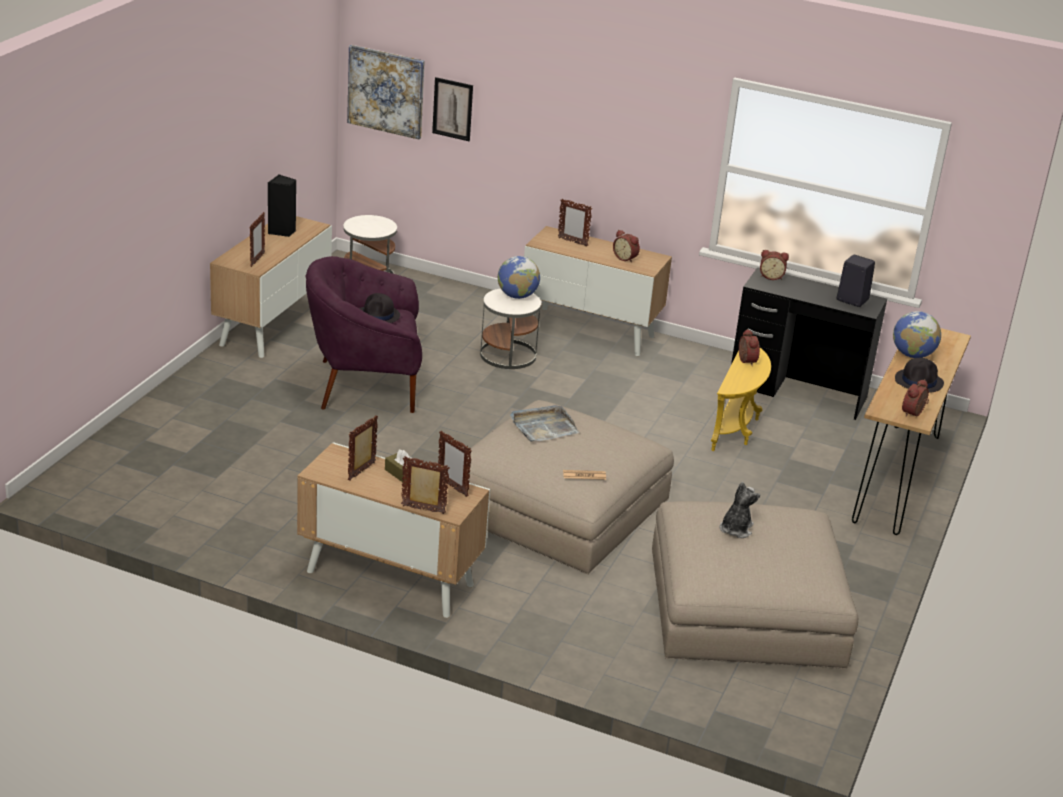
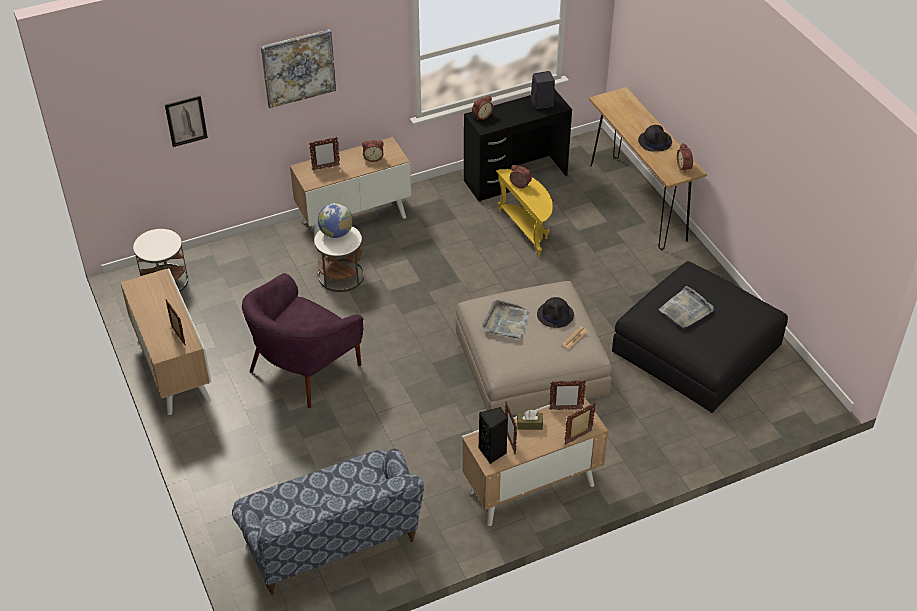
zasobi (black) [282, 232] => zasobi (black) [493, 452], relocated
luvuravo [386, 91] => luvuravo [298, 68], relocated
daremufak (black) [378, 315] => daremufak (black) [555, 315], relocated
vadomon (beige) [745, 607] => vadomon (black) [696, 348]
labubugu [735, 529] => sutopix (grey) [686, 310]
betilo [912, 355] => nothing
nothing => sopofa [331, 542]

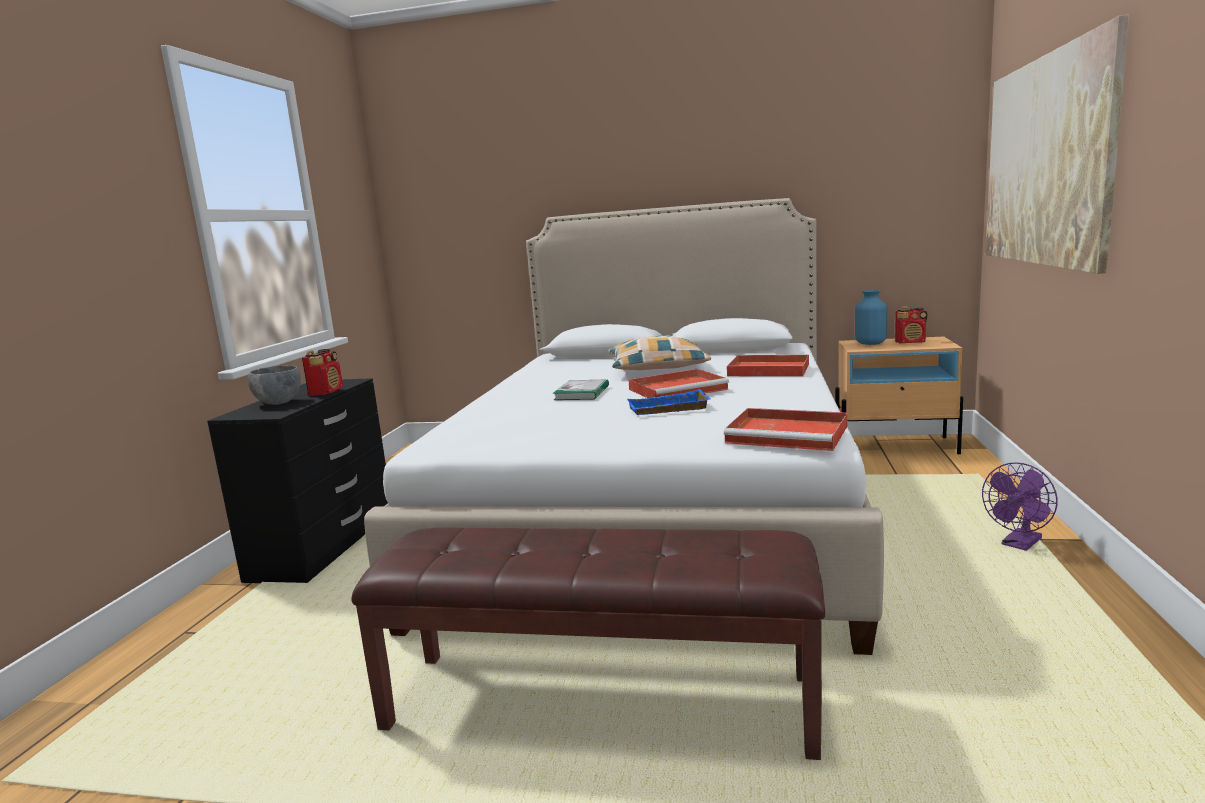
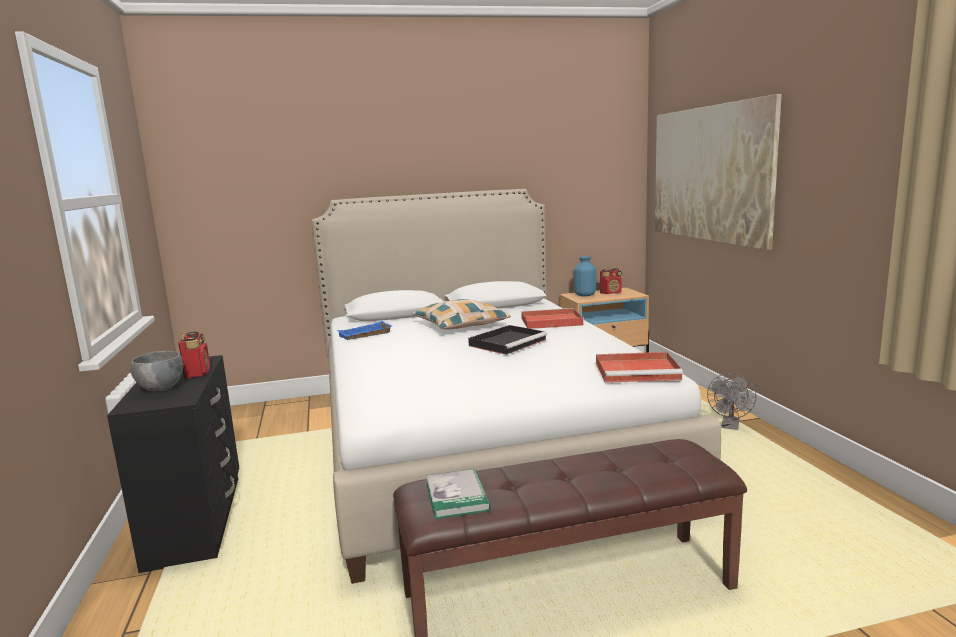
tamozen [582, 393] => tamozen [457, 496], relocated
sutopix (blue) [667, 410] => sutopix (blue) [365, 335], relocated
sutopix (red) [679, 389] => sutopix (black) [508, 342]
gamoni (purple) [1019, 545] => gamoni (grey) [730, 427]

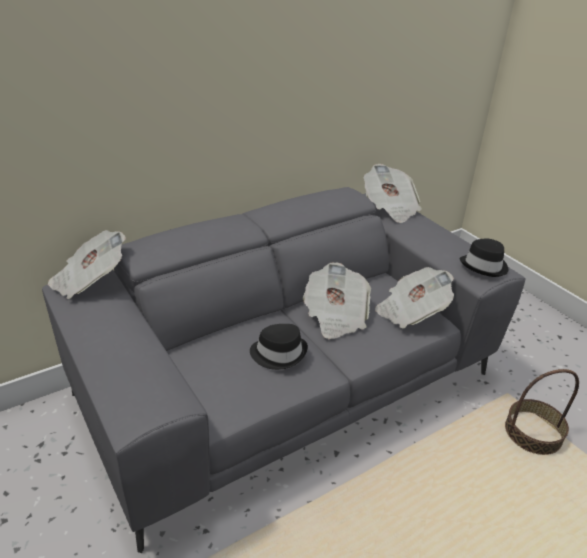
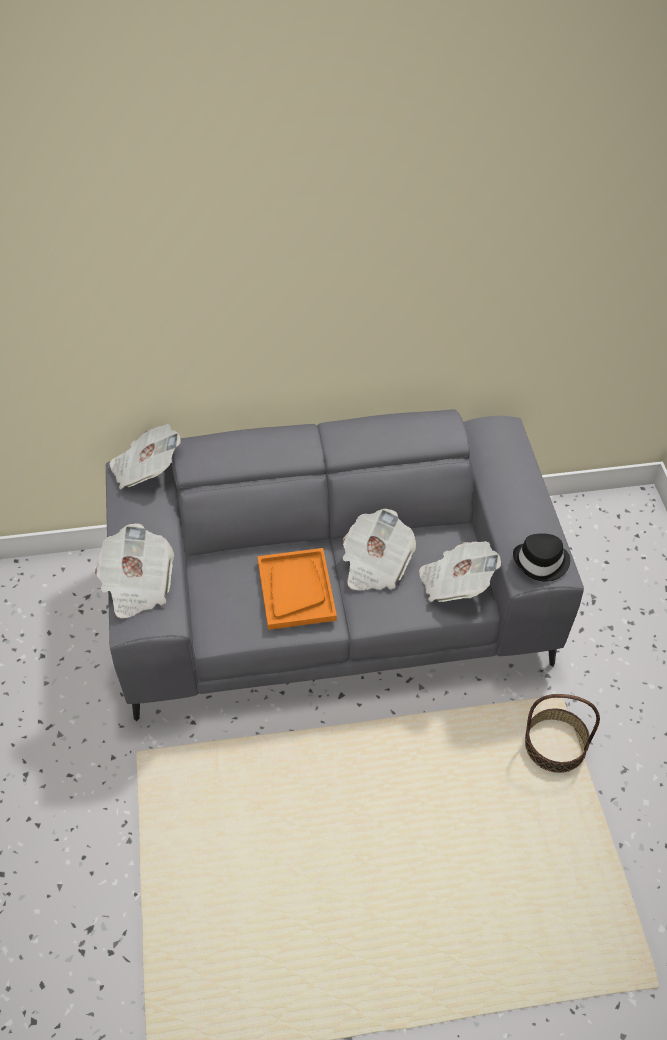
daremufak (black) [279, 353] => sutopix (orange) [296, 590]
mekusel [390, 208] => mekusel [137, 585], relocated

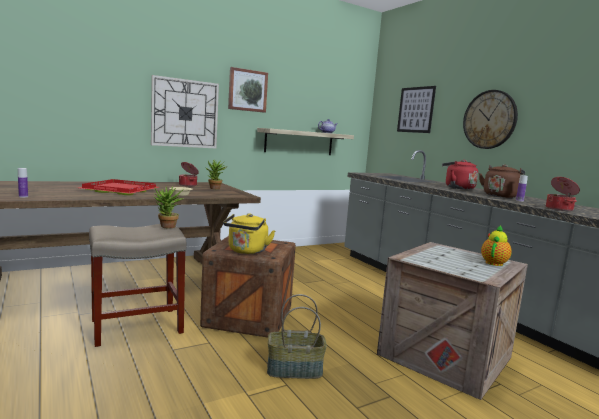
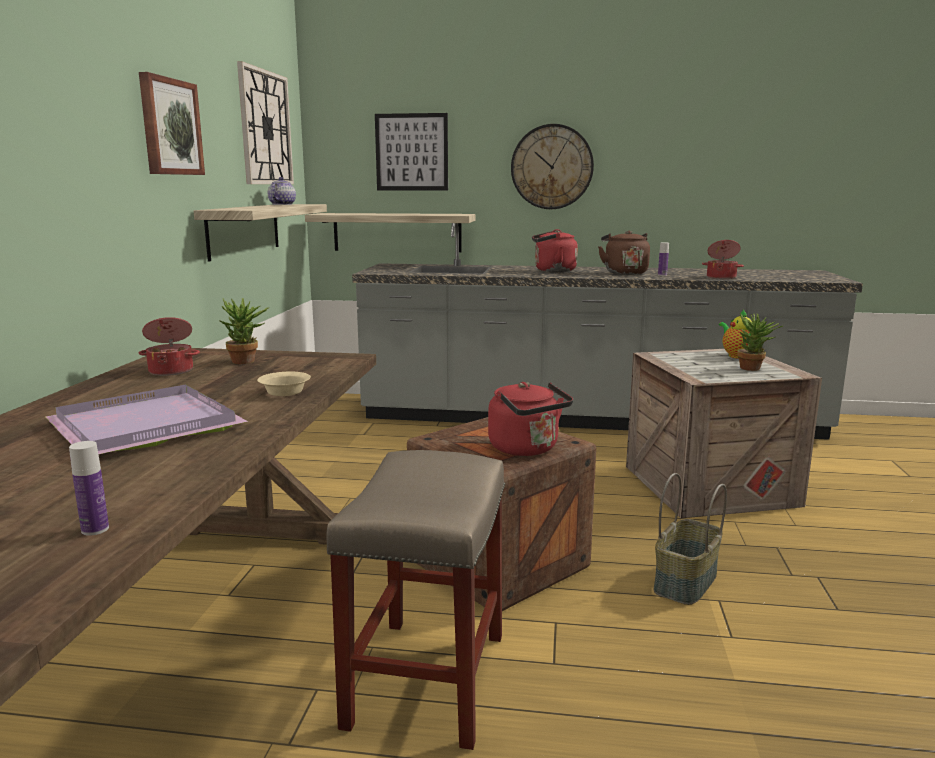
sutopix (red) [120, 189] => sutopix (purple) [142, 426]
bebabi [185, 113] => bebabi [265, 128], relocated
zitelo [167, 227] => zitelo [754, 369], relocated
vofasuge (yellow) [246, 251] => vofasuge (red) [527, 449]
nothing => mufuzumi [397, 232]

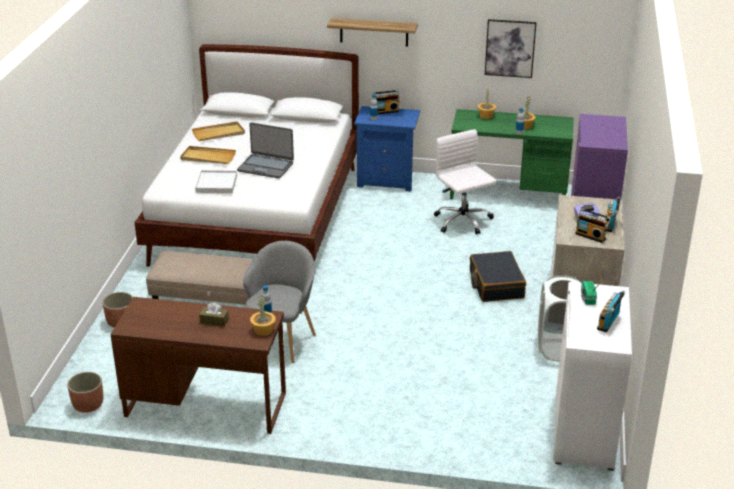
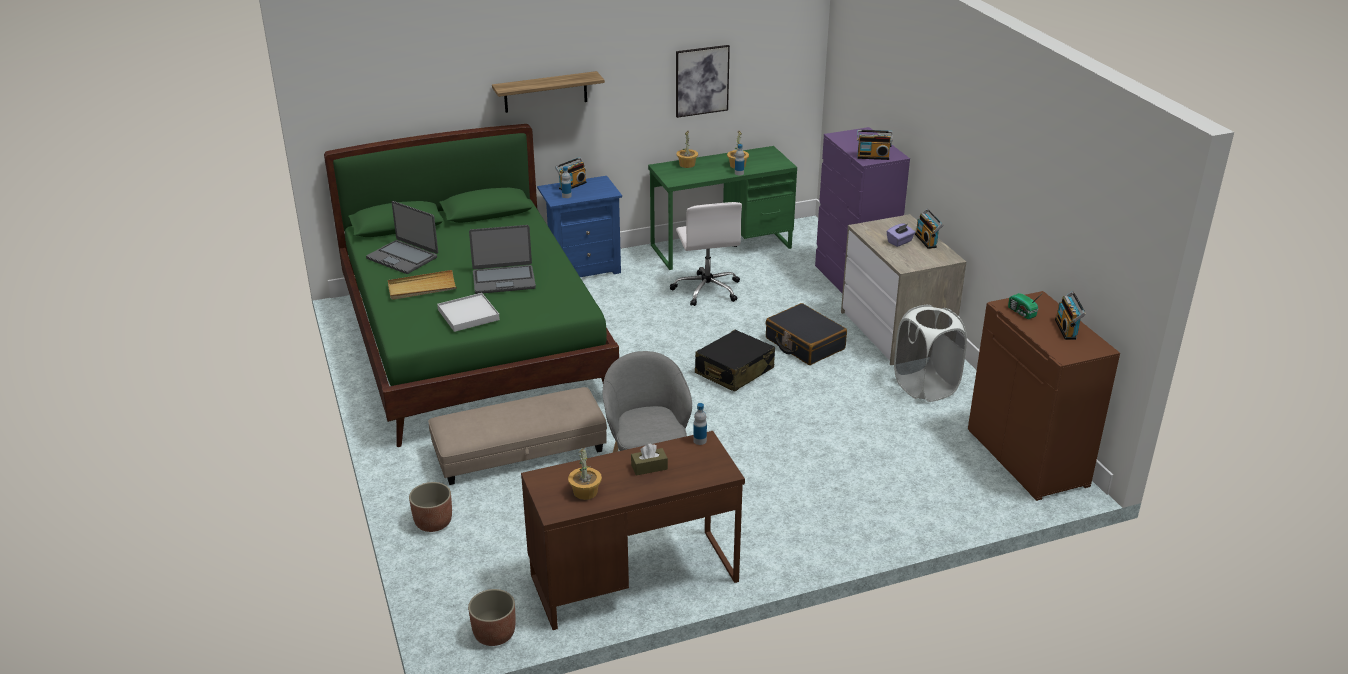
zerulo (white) [258, 214] => zerulo (green) [474, 346]
sutopix (beige) [219, 133] => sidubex [403, 257]
zitelo [263, 330] => zitelo [585, 492], relocated
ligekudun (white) [463, 221] => ligekudun (white) [707, 289], 135 degrees counterclockwise
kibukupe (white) [585, 430] => kibukupe (brown) [1028, 458]
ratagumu [591, 236] => ratagumu [873, 156], relocated
nothing => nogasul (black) [734, 371]

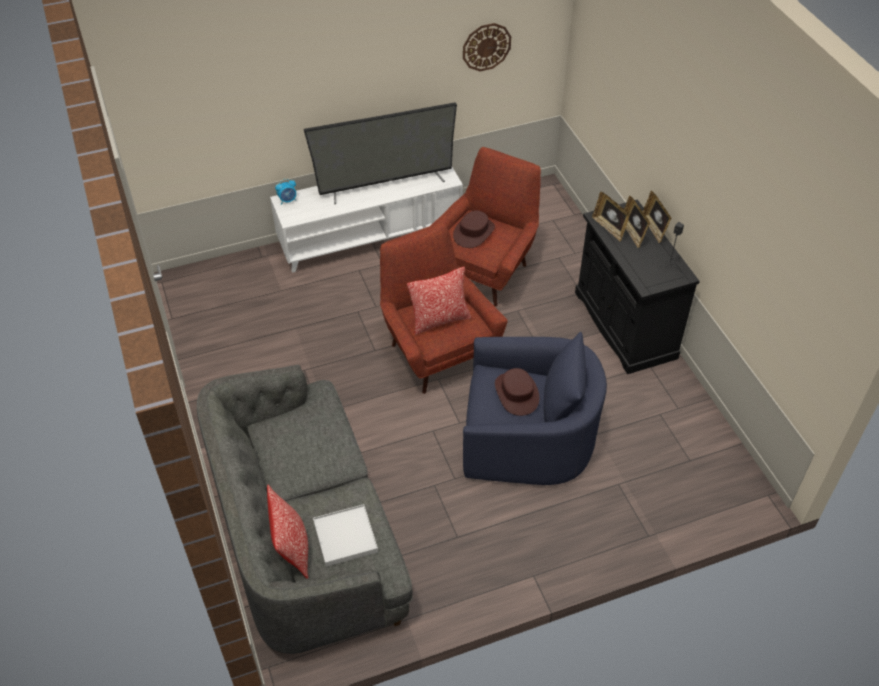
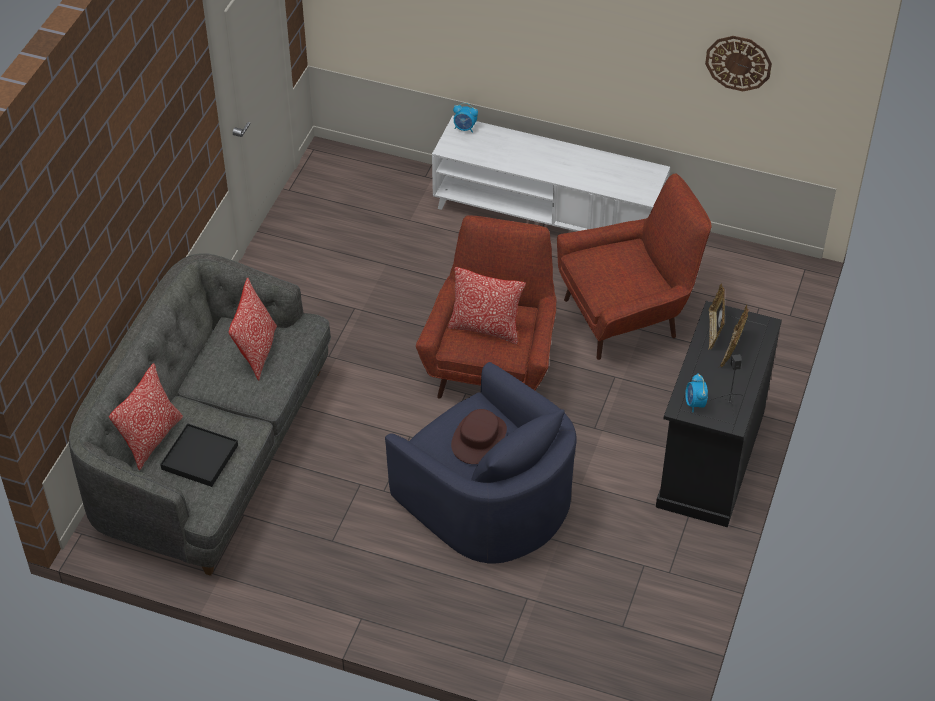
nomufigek [385, 184] => nothing
sutopix (white) [345, 537] => sutopix (black) [199, 457]
daremufak (brown) [473, 232] => nothing
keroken [654, 228] => nothing
nothing => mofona [257, 351]
nothing => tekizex [695, 404]

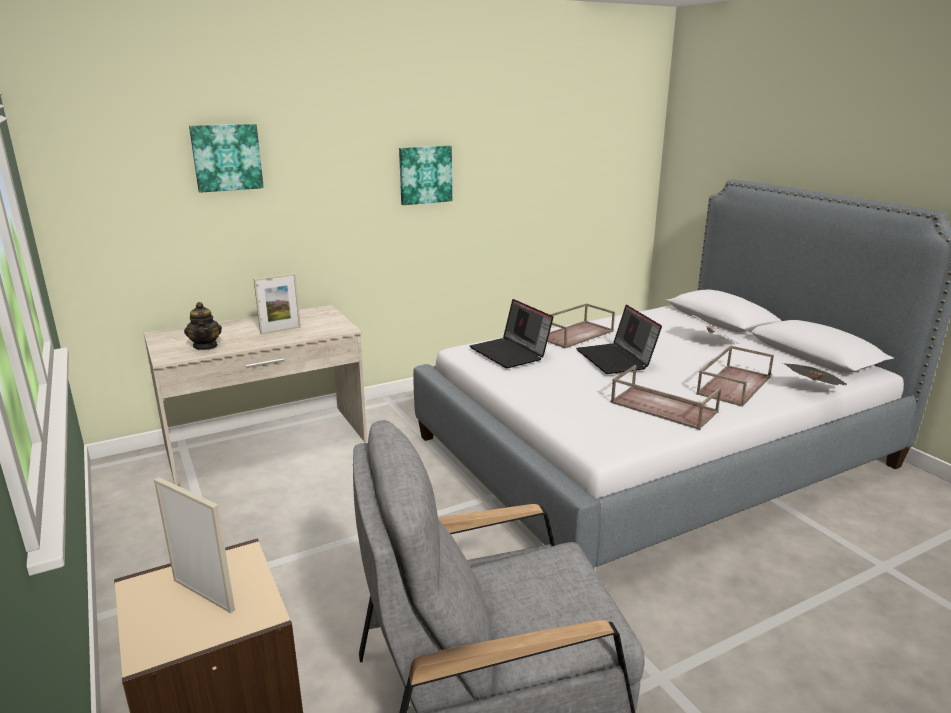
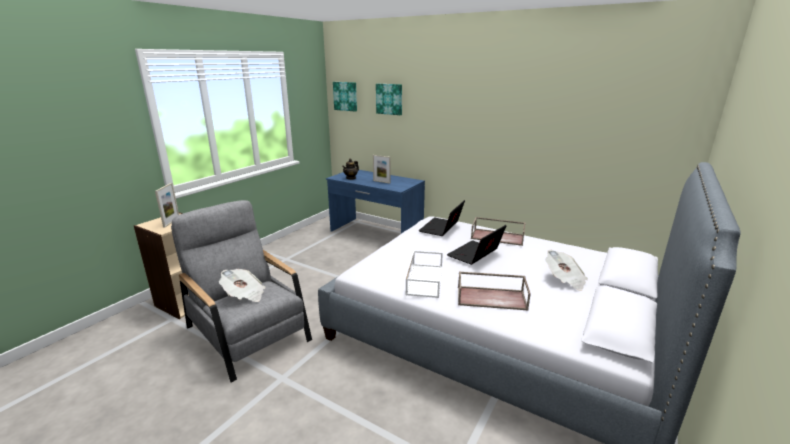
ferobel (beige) [267, 444] => ferobel (blue) [375, 233]
luvuravo [425, 174] => luvuravo [345, 96], relocated
sutopix (brown) [662, 407] => sutopix (white) [424, 279]
mekusel [813, 390] => mekusel [244, 295], relocated

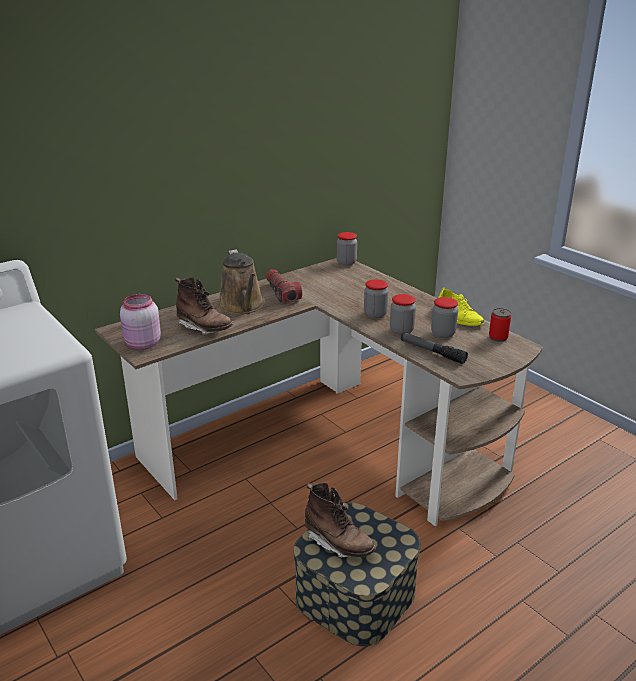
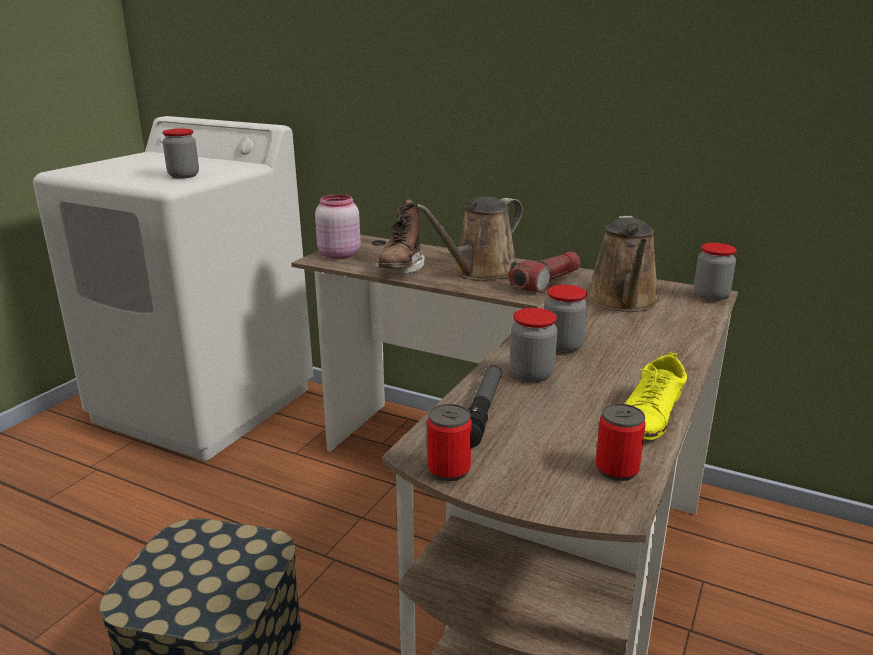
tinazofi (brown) [338, 543] => nothing
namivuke [443, 334] => namivuke [183, 176], relocated
nothing => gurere [449, 470]
nothing => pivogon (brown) [623, 302]

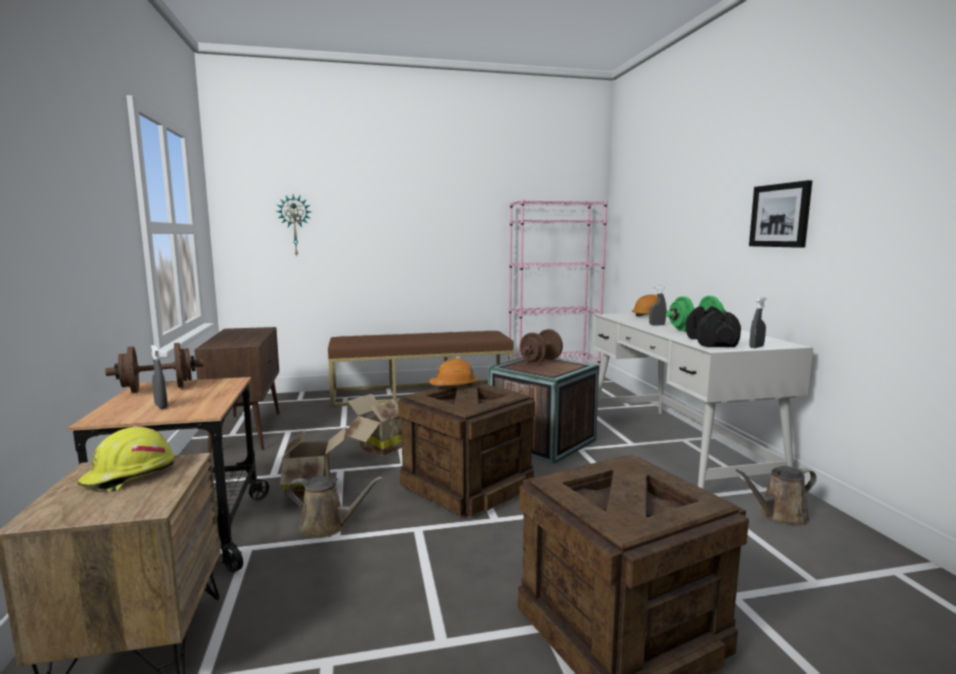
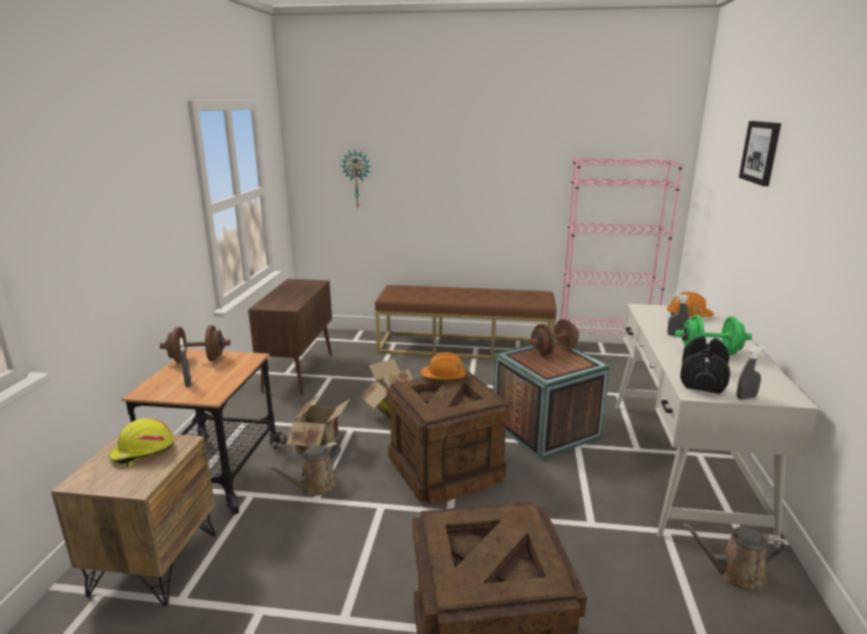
pivogon (brown) [328, 526] => pivogon (brown) [315, 487], 105 degrees clockwise
luvuravo [780, 215] => luvuravo [761, 152], relocated

